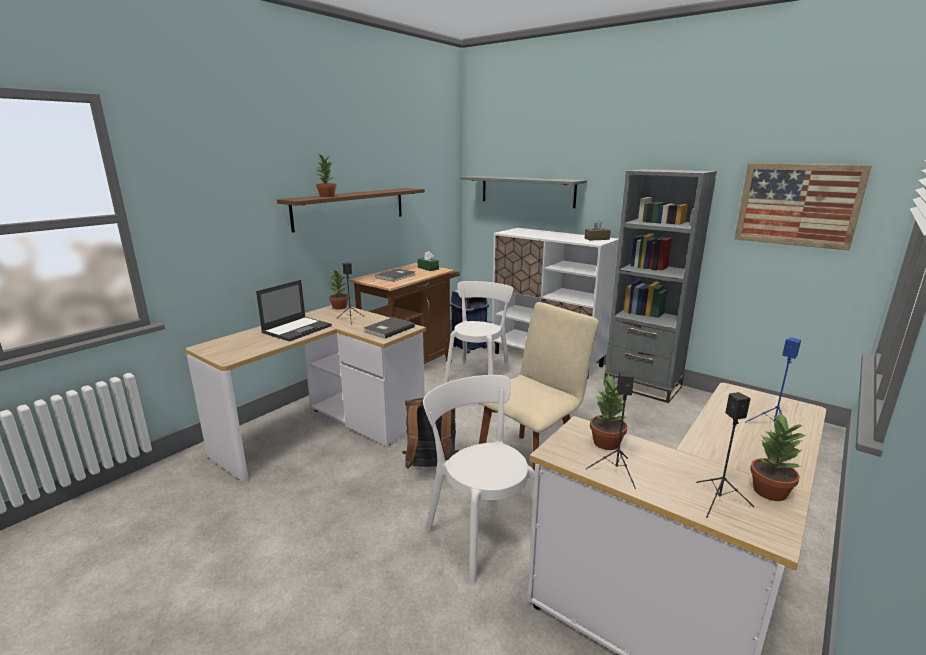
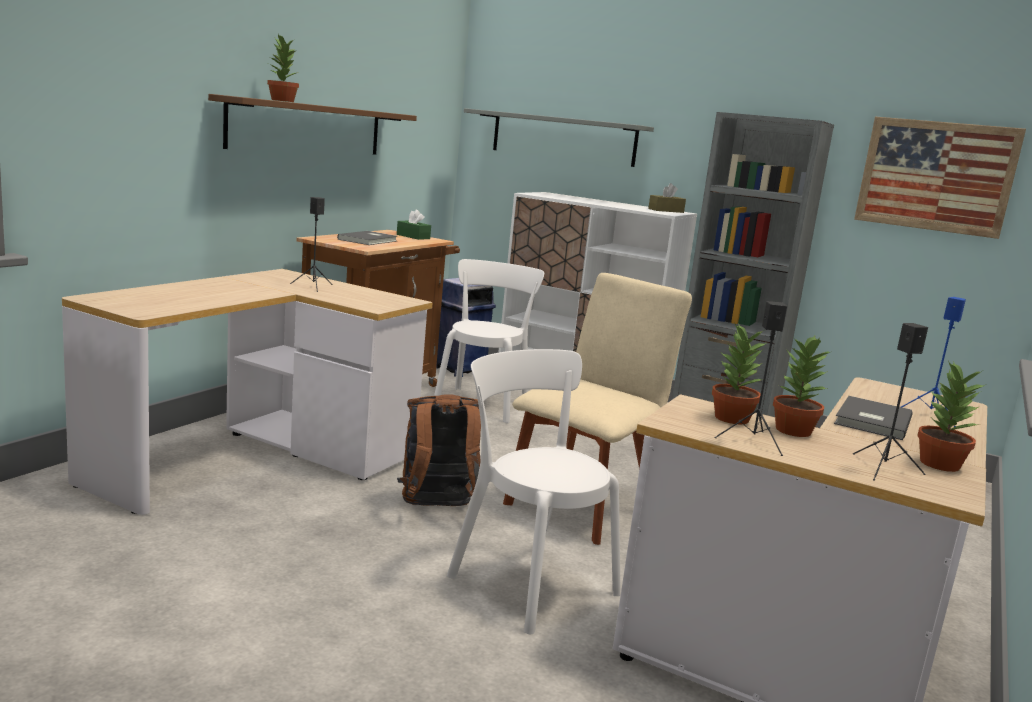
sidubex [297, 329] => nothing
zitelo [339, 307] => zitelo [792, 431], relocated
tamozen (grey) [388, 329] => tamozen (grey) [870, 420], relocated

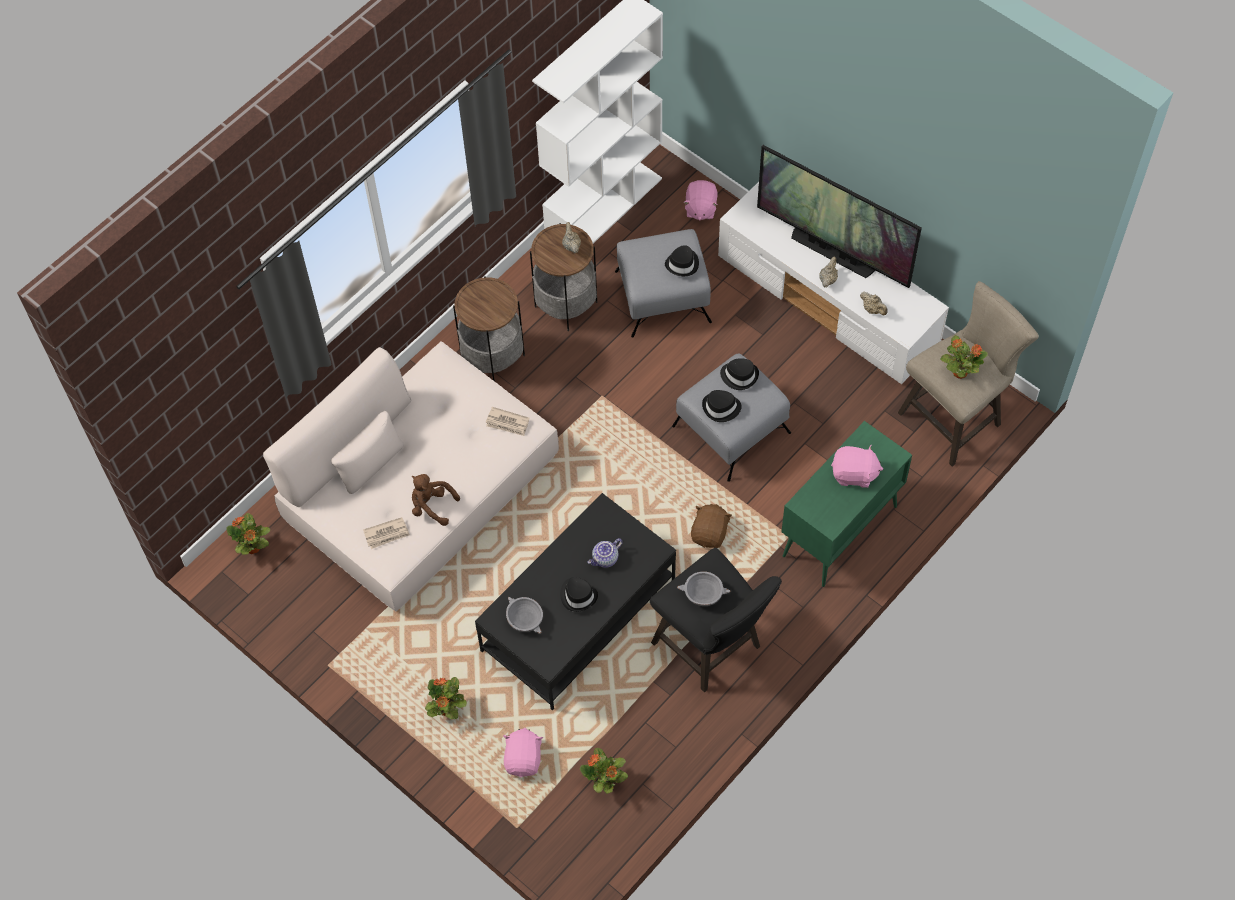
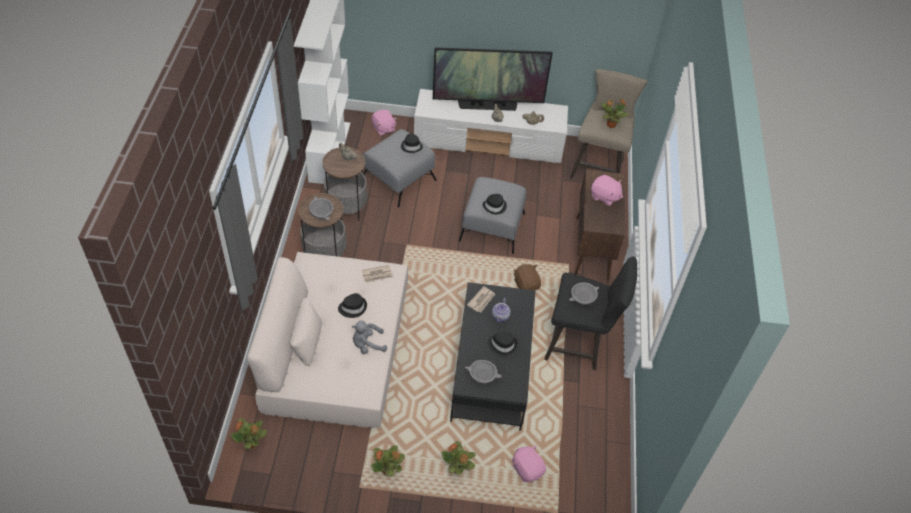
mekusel [387, 534] => mekusel [481, 300], relocated
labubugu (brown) [432, 506] => labubugu (grey) [367, 344]
zitelo [605, 782] => zitelo [388, 470], relocated
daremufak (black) [739, 375] => daremufak (black) [352, 307], relocated
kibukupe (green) [839, 532] => kibukupe (brown) [592, 249]
labubugu (pink) [854, 474] => labubugu (pink) [604, 197], 60 degrees clockwise
nothing => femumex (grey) [322, 213]

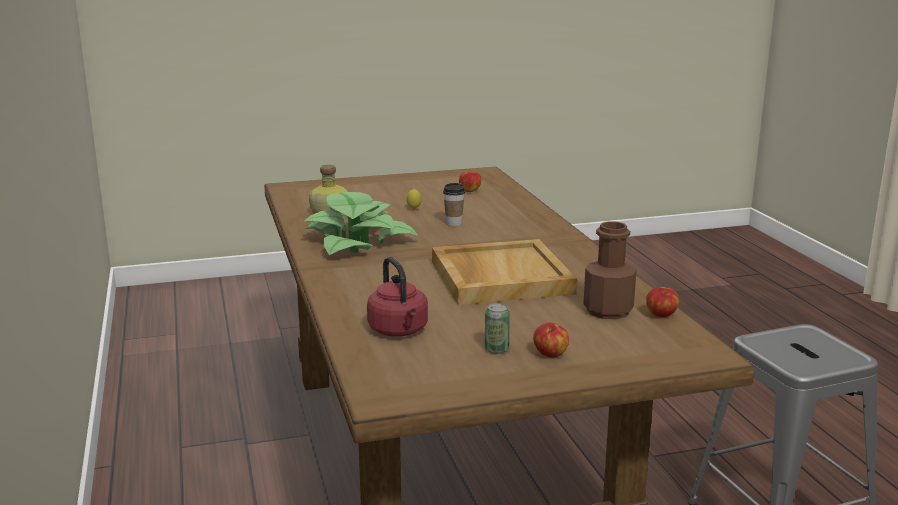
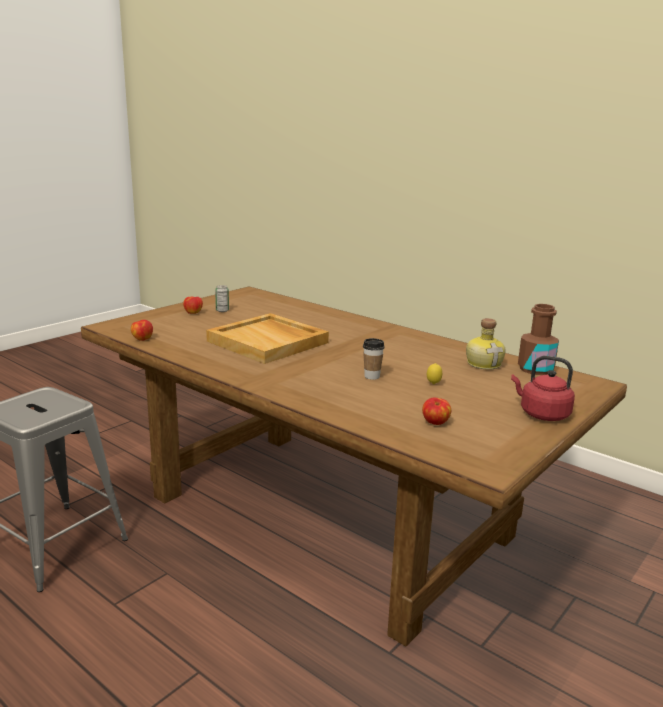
zitelo [358, 241] => nothing
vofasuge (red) [399, 331] => vofasuge (red) [541, 414], relocated
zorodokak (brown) [608, 310] => zorodokak (brown) [535, 369], relocated

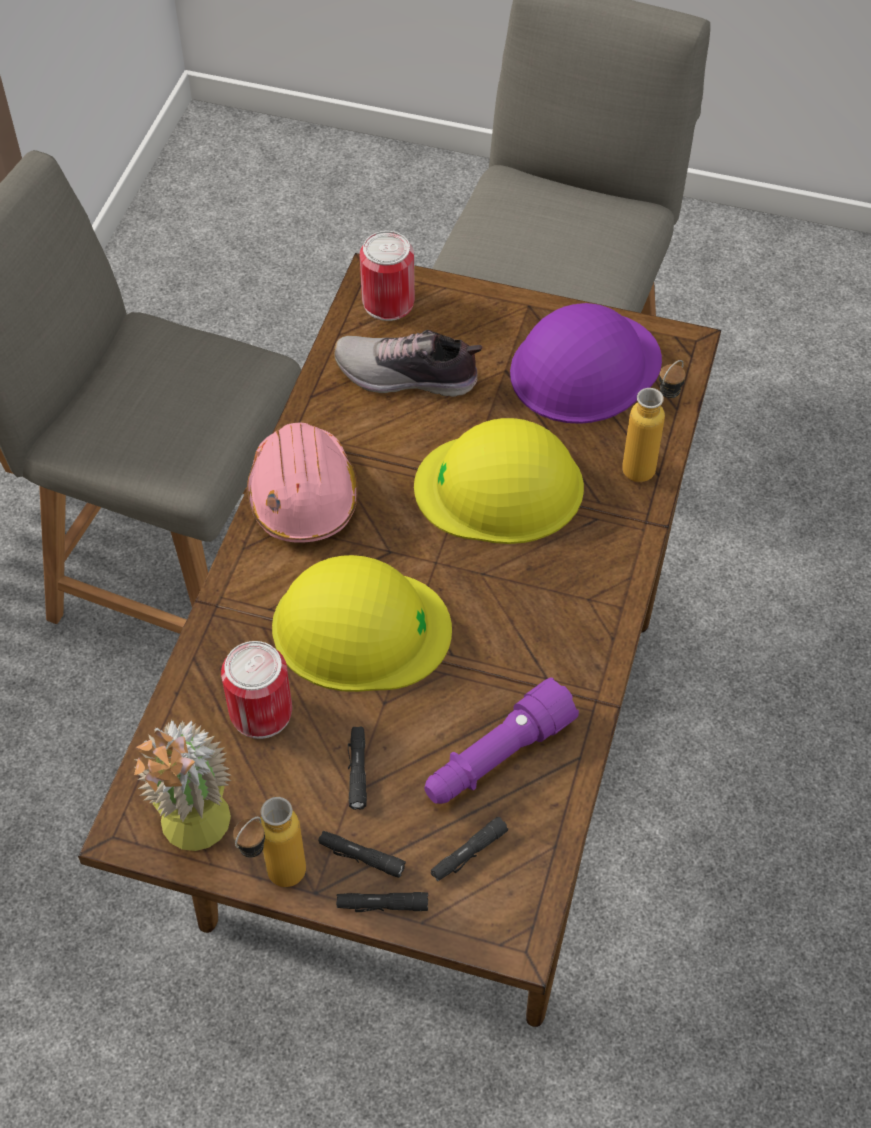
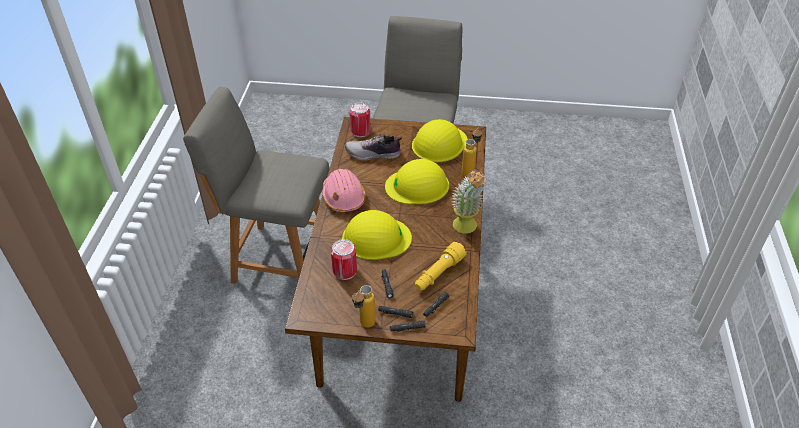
zitelo [196, 837] => zitelo [467, 229], relocated
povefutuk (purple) [497, 757] => povefutuk (yellow) [438, 273]
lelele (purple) [584, 367] => lelele (yellow) [439, 144]

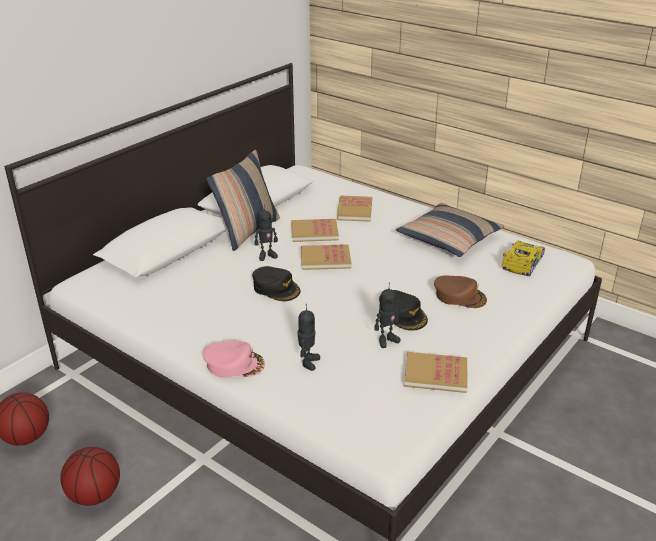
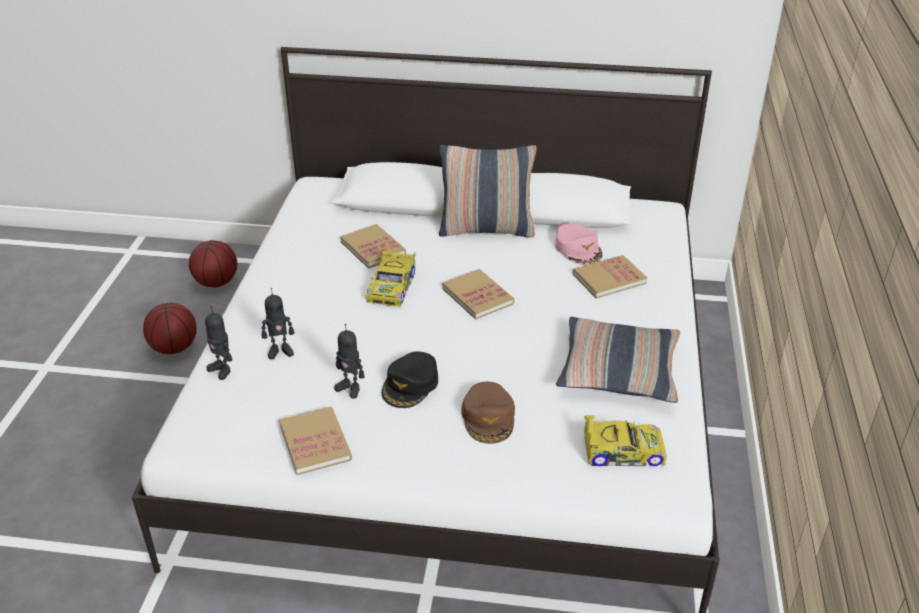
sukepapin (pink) [234, 364] => sukepapin (pink) [578, 249], relocated
sukepapin (black) [276, 288] => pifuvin [392, 286]
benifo [267, 255] => benifo [222, 370], relocated
tamozen [314, 232] => tamozen [373, 248], relocated

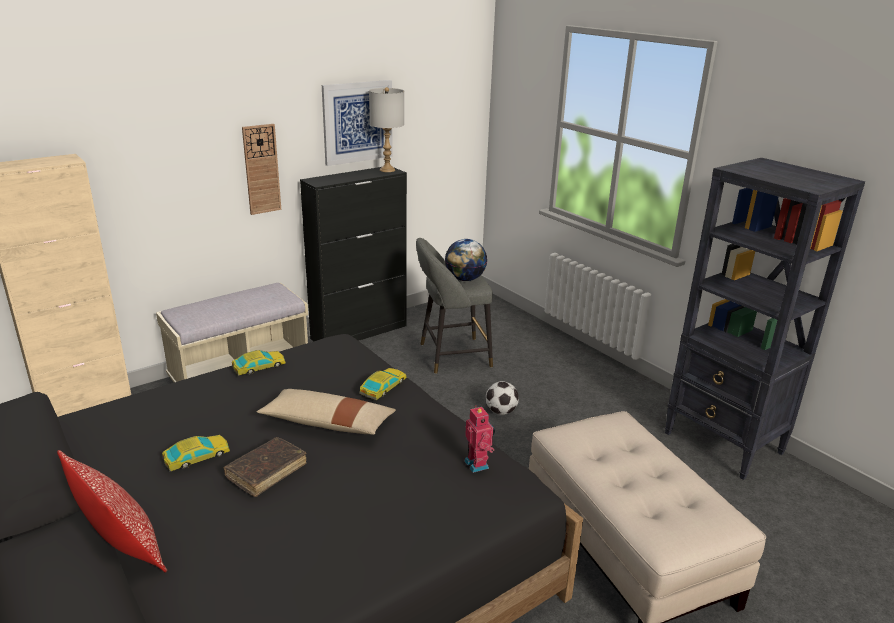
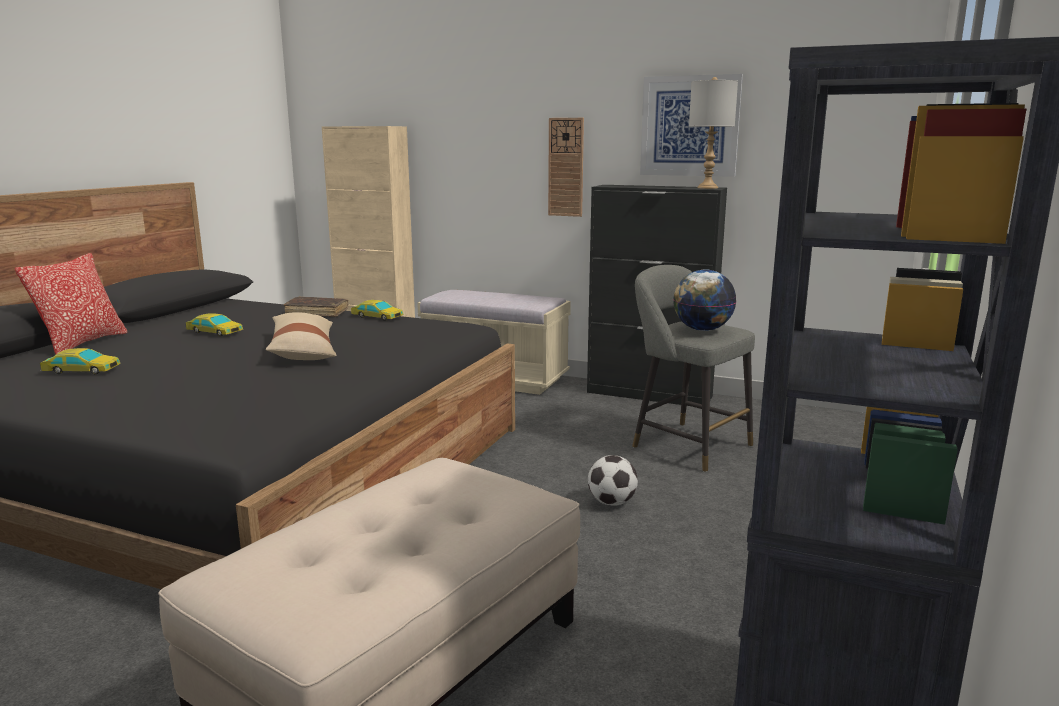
tamozen (brown) [266, 471] => tamozen (brown) [317, 313], relocated
pifuvin [383, 387] => pifuvin [82, 370], relocated
benifo [478, 464] => nothing

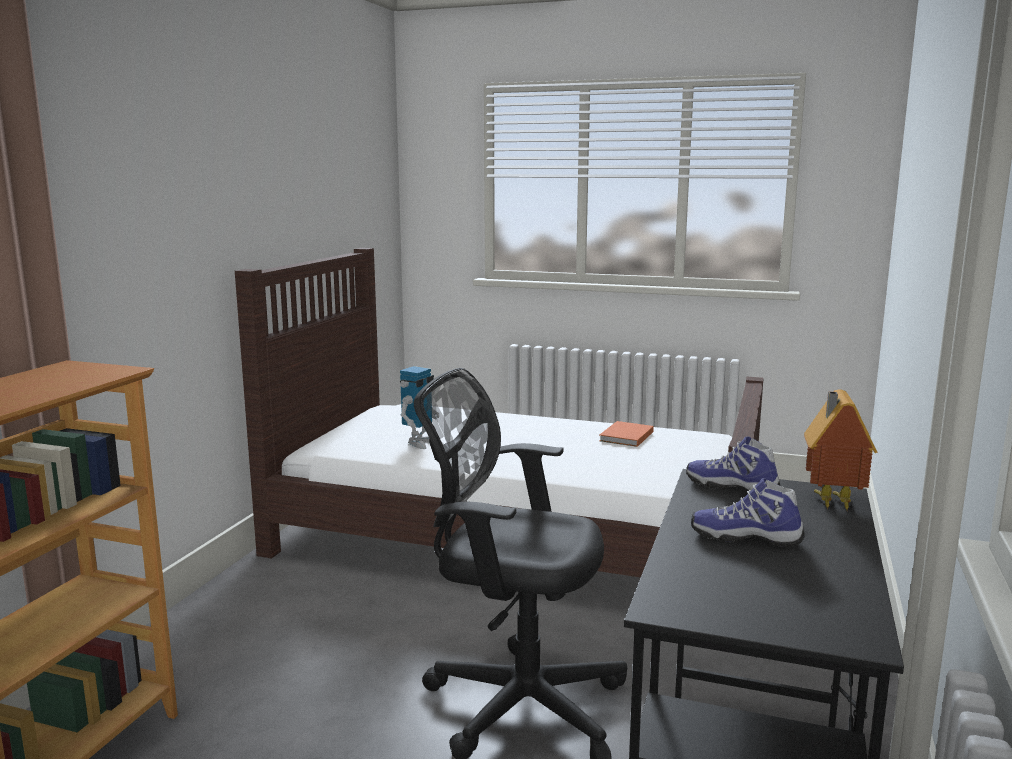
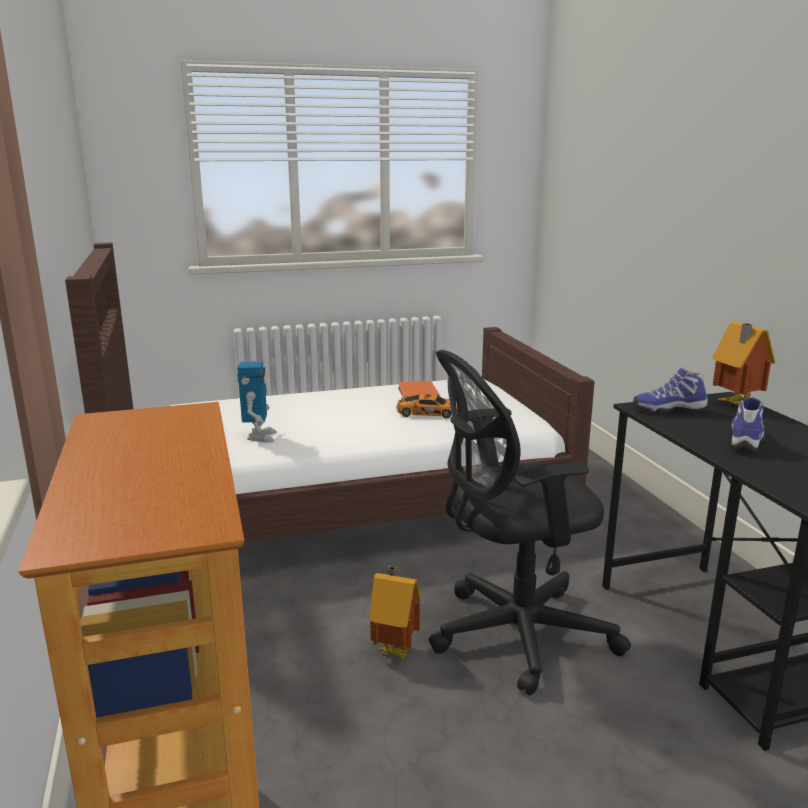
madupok [745, 537] => madupok [746, 440], 135 degrees clockwise
nothing => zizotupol [395, 649]
nothing => pifuvin [427, 413]

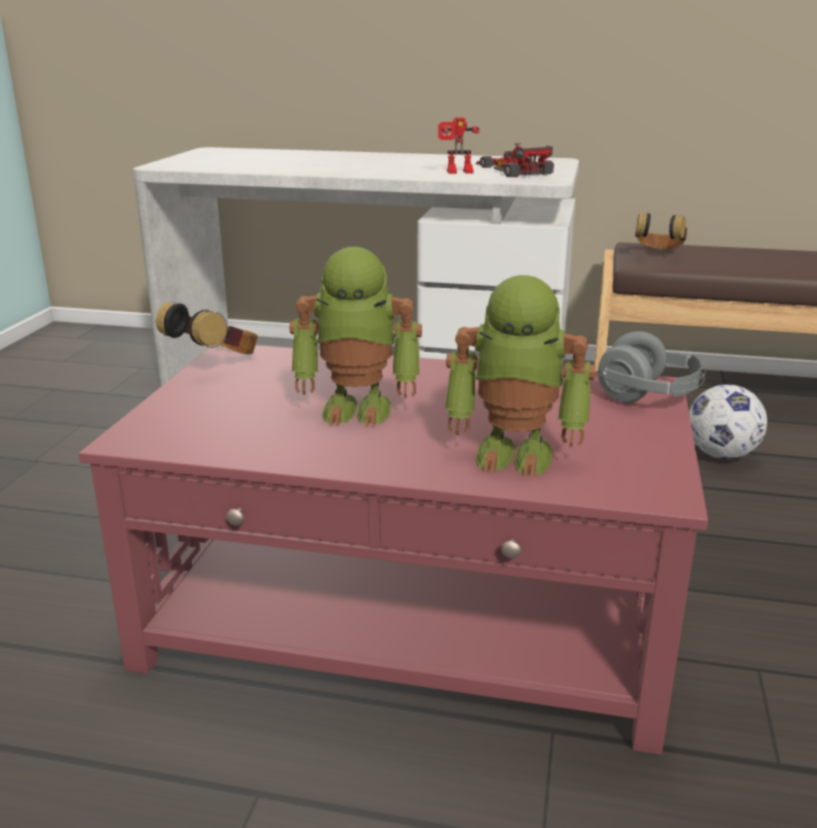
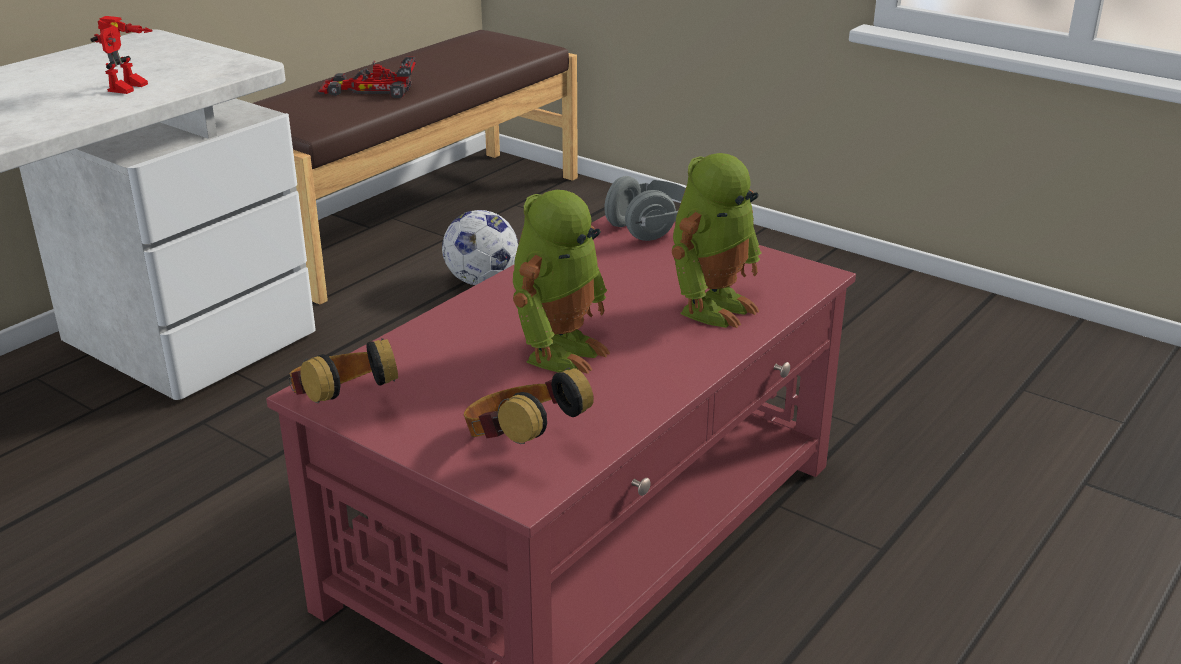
pifuvin [512, 170] => pifuvin [368, 89], relocated
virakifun [658, 254] => virakifun [522, 445], relocated

